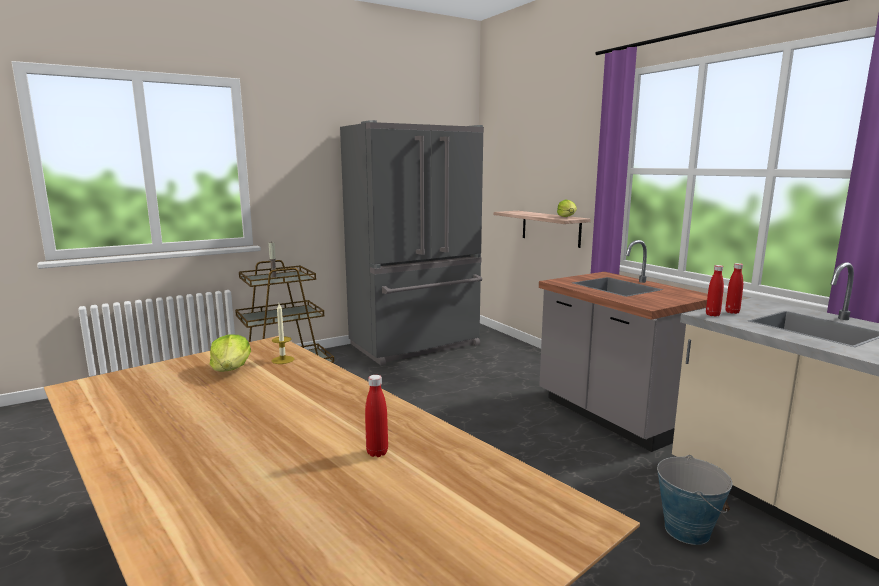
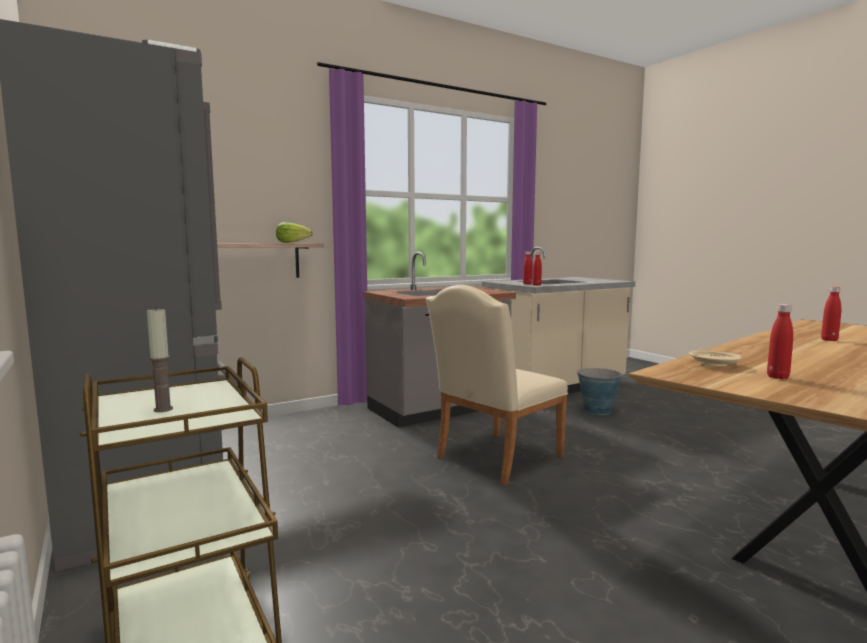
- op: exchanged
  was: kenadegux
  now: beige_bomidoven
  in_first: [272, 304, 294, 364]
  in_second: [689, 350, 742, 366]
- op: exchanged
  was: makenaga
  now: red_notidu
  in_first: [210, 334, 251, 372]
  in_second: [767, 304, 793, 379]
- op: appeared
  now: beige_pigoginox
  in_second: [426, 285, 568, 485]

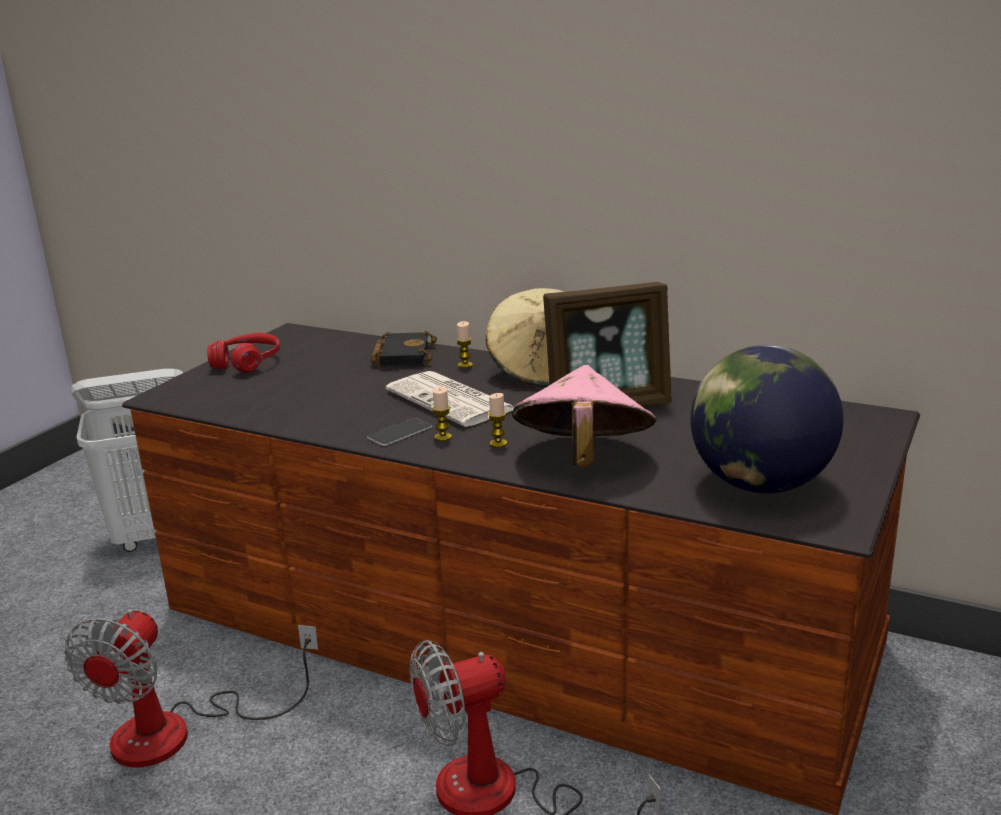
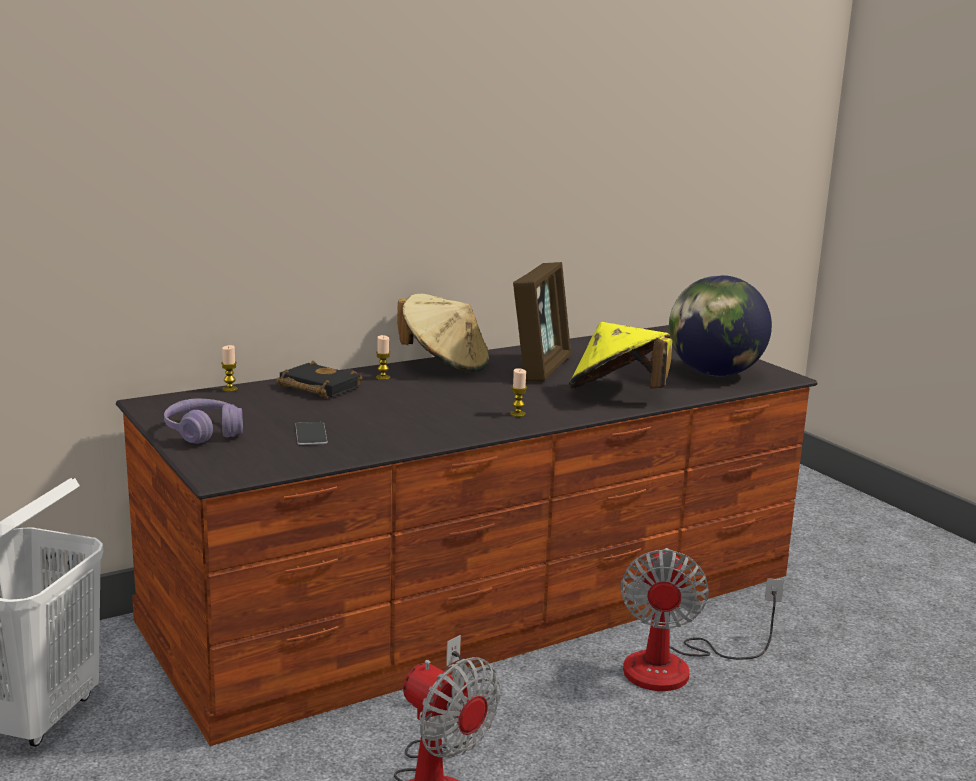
- op: colour
  was: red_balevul
  now: purple_balevul
  in_first: [207, 333, 280, 373]
  in_second: [164, 399, 243, 444]
- op: colour
  was: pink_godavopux
  now: yellow_godavopux
  in_first: [512, 365, 656, 467]
  in_second: [569, 322, 672, 389]
- op: missing
  was: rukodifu
  in_first: [386, 371, 514, 427]
- op: relocated
  was: kenadegux
  in_first: [488, 393, 507, 448]
  in_second: [221, 345, 238, 392]
- op: relocated
  was: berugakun
  in_first: [367, 418, 432, 446]
  in_second: [295, 422, 327, 445]

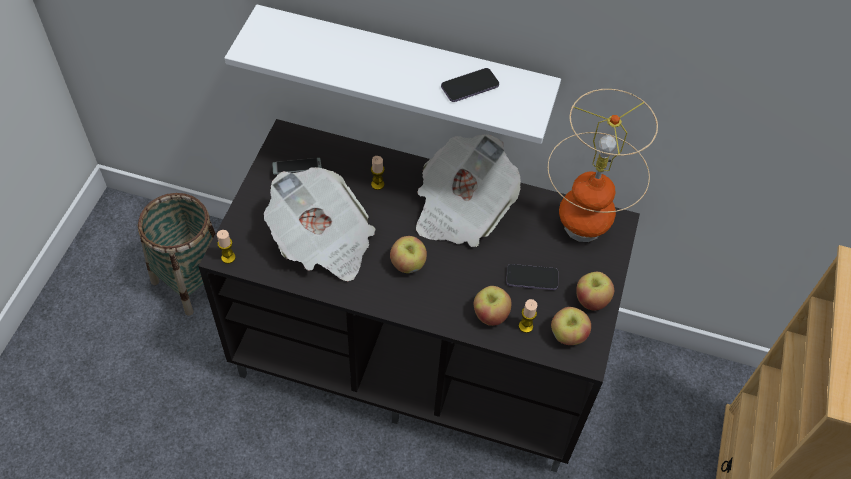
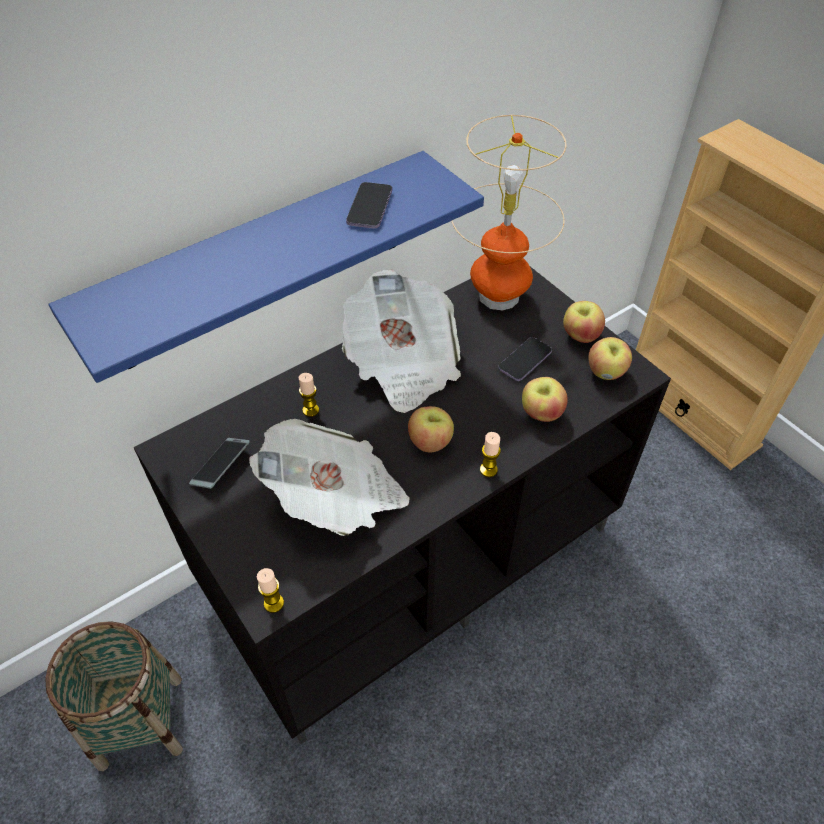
- op: colour
  was: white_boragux
  now: blue_boragux
  in_first: [225, 5, 561, 144]
  in_second: [49, 151, 484, 383]
- op: relocated
  was: kenadegux
  in_first: [519, 299, 537, 333]
  in_second: [480, 432, 501, 477]

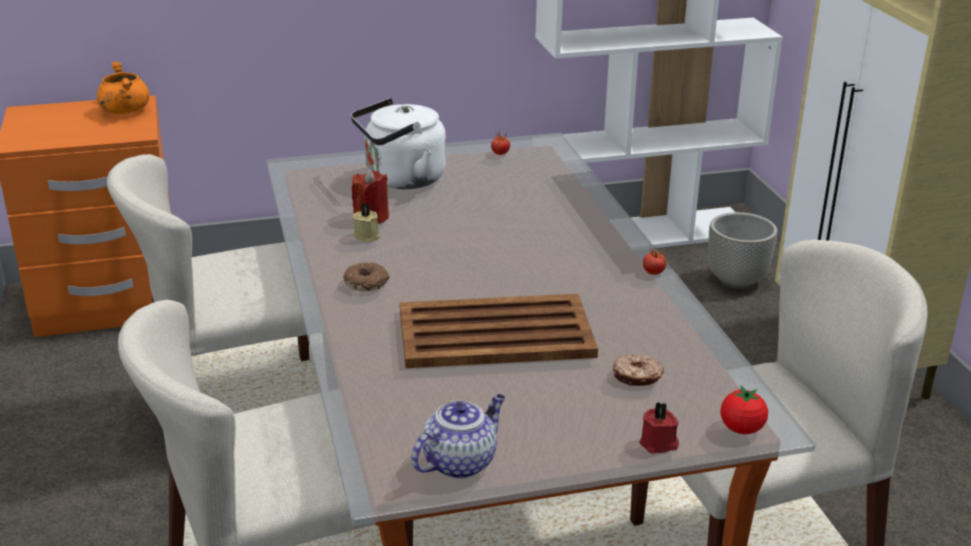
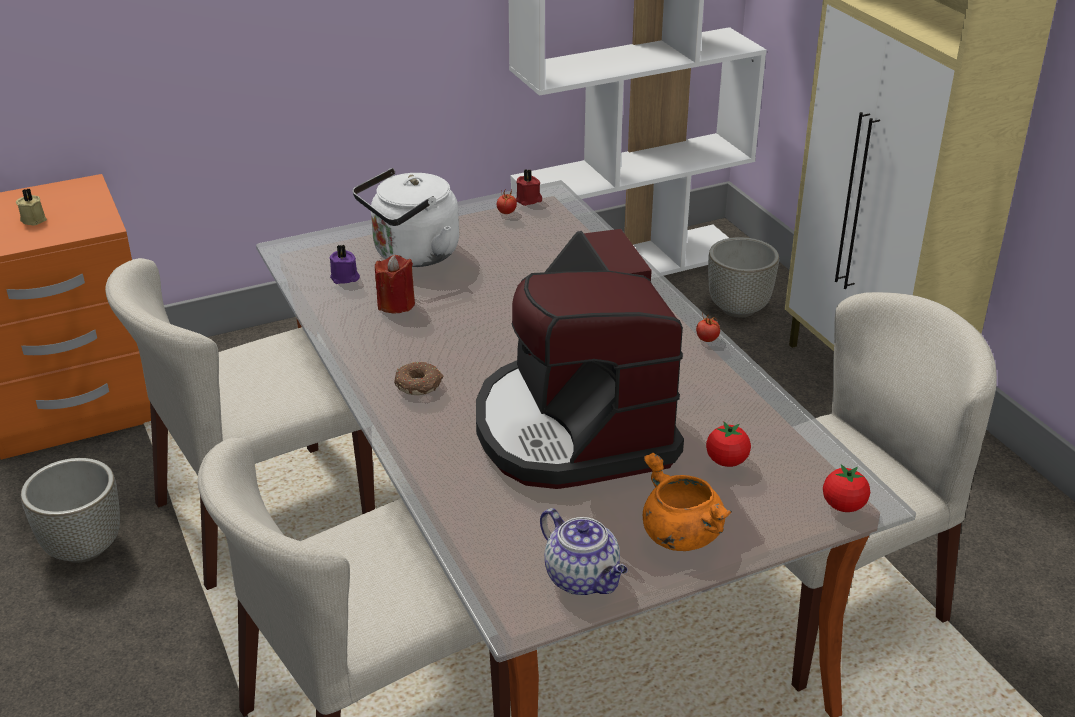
- op: relocated
  was: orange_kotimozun
  in_first: [97, 62, 150, 114]
  in_second: [643, 453, 732, 551]
- op: relocated
  was: beige_kenadegux
  in_first: [353, 203, 380, 242]
  in_second: [16, 189, 47, 226]
- op: exchanged
  was: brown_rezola
  now: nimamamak
  in_first: [400, 294, 598, 368]
  in_second: [476, 229, 684, 489]
- op: exchanged
  was: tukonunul
  now: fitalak
  in_first: [613, 354, 664, 386]
  in_second: [706, 421, 751, 467]
- op: spun
  was: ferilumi
  in_first: [411, 394, 505, 479]
  in_second: [540, 508, 628, 595]
  clockwise: 105
- op: relocated
  was: red_kenadegux
  in_first: [639, 402, 679, 454]
  in_second: [516, 169, 542, 206]
- op: appeared
  now: purple_kenadegux
  in_second: [329, 245, 360, 284]
- op: appeared
  now: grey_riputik
  in_second: [21, 458, 120, 563]

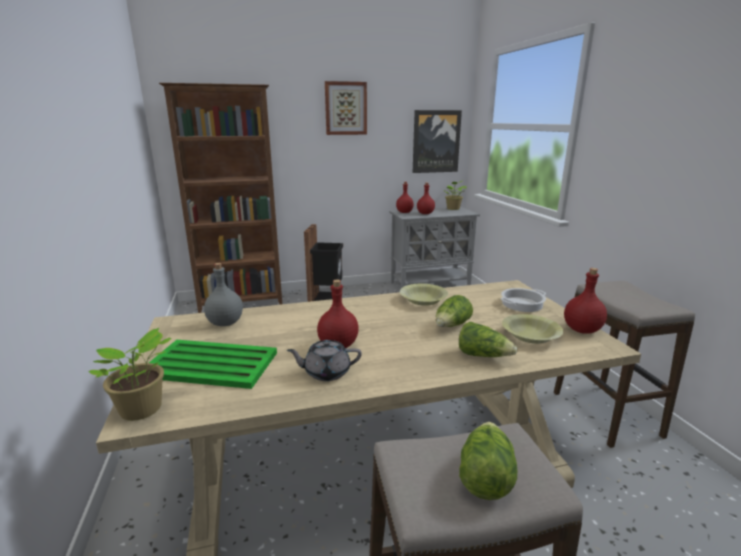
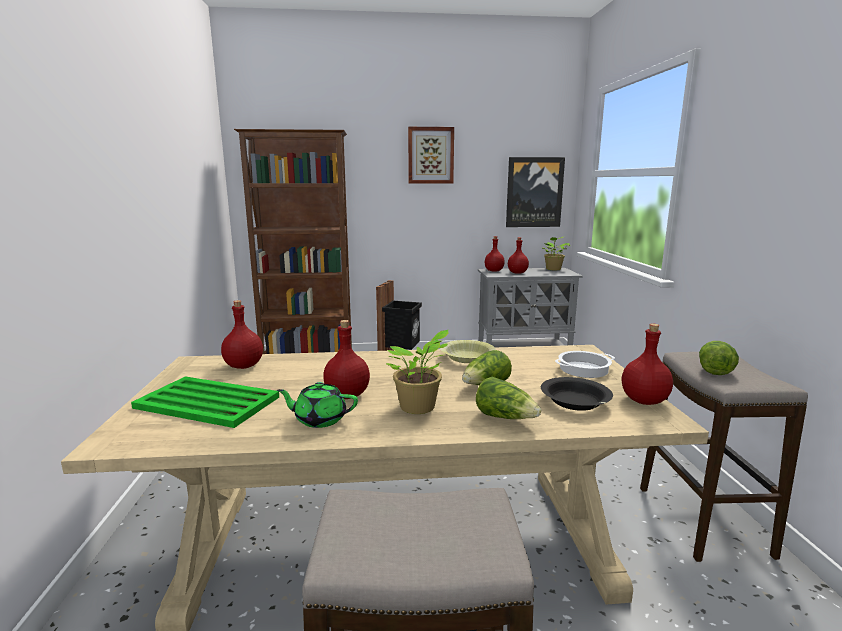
- op: colour
  was: grey_notidu
  now: red_notidu
  in_first: [204, 263, 243, 326]
  in_second: [221, 300, 263, 369]
- op: colour
  was: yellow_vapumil
  now: black_vapumil
  in_first: [502, 314, 563, 344]
  in_second: [541, 377, 613, 411]
- op: relocated
  was: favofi
  in_first: [88, 328, 172, 421]
  in_second: [386, 330, 449, 414]
- op: colour
  was: grey_ferilumi
  now: green_ferilumi
  in_first: [287, 340, 362, 381]
  in_second: [277, 382, 358, 428]
- op: relocated
  was: makenaga
  in_first: [459, 422, 517, 500]
  in_second: [699, 341, 739, 375]

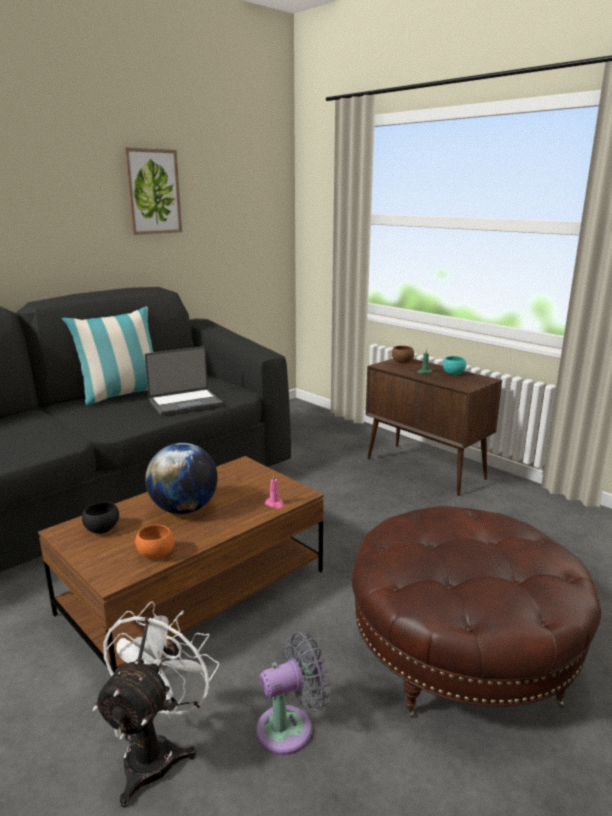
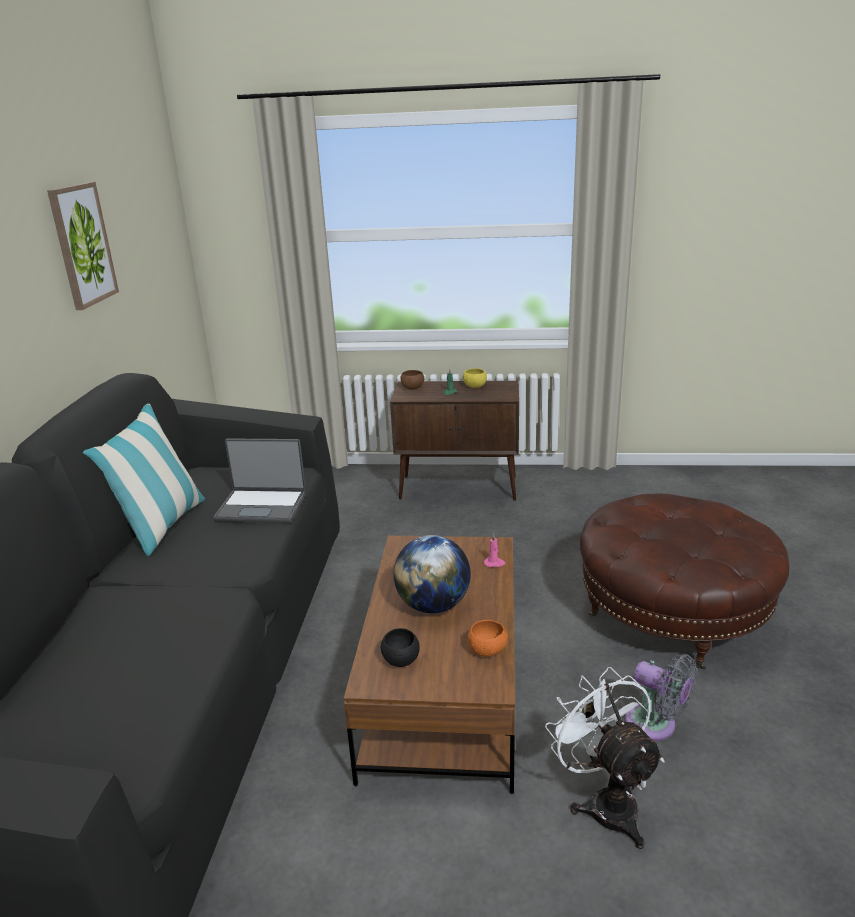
- op: spun
  was: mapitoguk
  in_first: [145, 346, 223, 416]
  in_second: [214, 438, 306, 523]
  clockwise: 75
- op: colour
  was: turquoise_vapumil
  now: yellow_vapumil
  in_first: [443, 356, 466, 375]
  in_second: [463, 368, 487, 388]
- op: spun
  was: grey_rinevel
  in_first: [256, 631, 330, 755]
  in_second: [625, 654, 697, 741]
  clockwise: 105

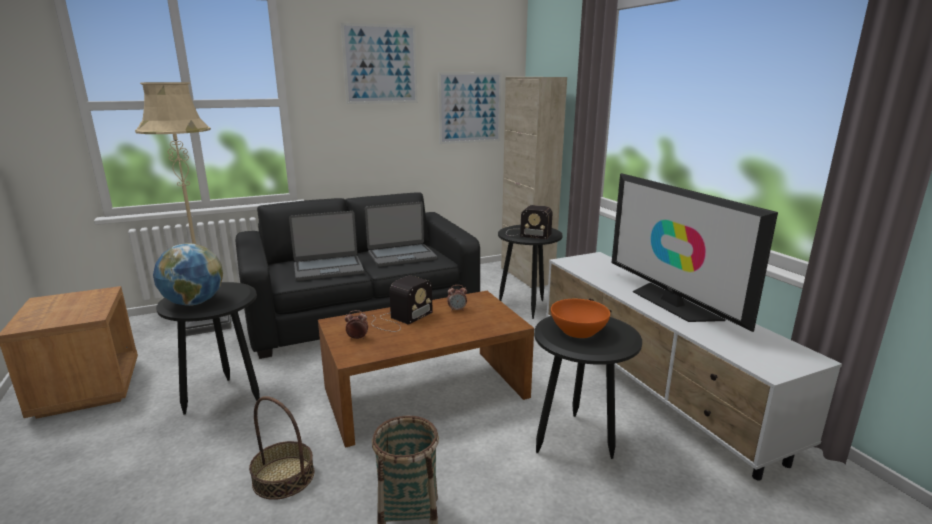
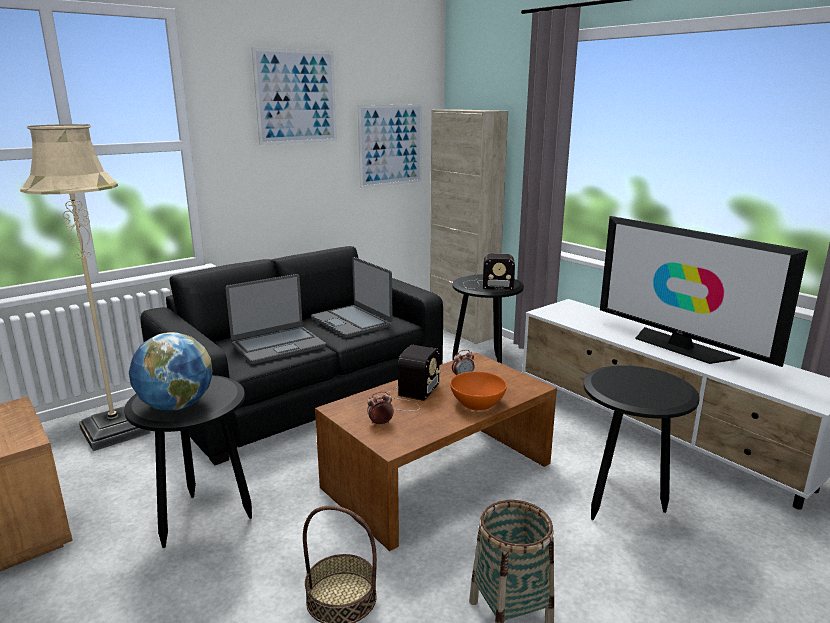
- op: spun
  was: mapitoguk
  in_first: [365, 202, 437, 267]
  in_second: [311, 257, 393, 338]
  clockwise: 90
- op: relocated
  was: orange_vapumil
  in_first: [551, 299, 610, 338]
  in_second: [450, 371, 507, 411]

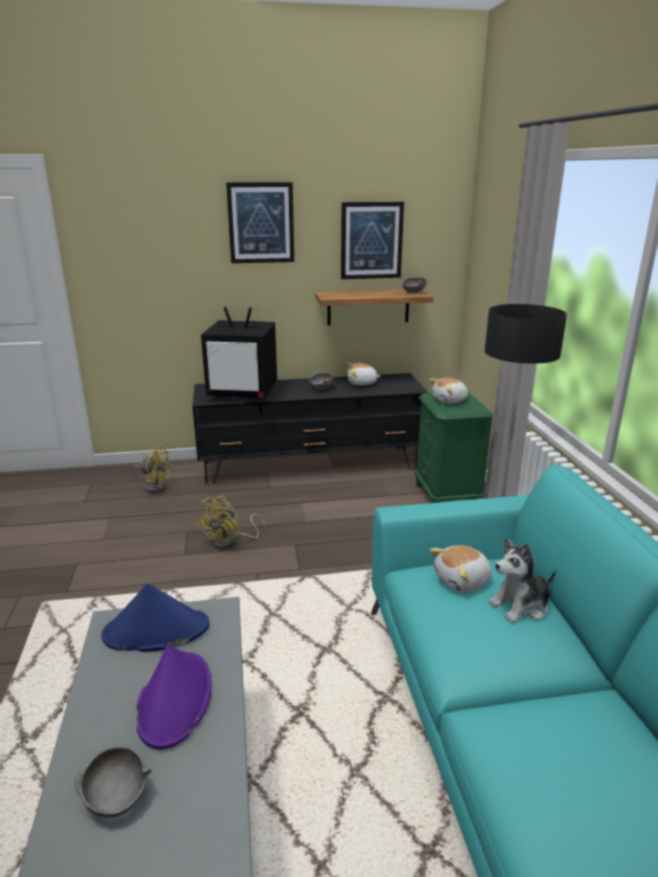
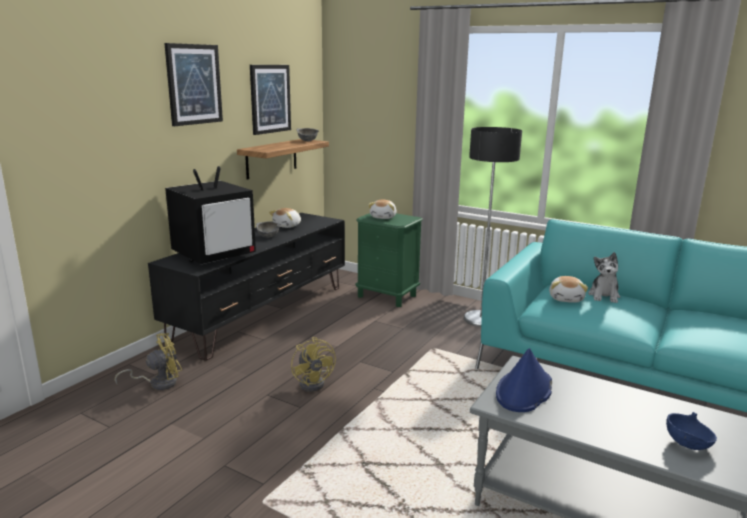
- op: missing
  was: purple_godavopux
  in_first: [136, 645, 211, 749]
- op: colour
  was: grey_vapumil
  now: blue_vapumil
  in_first: [75, 746, 152, 818]
  in_second: [666, 412, 717, 450]

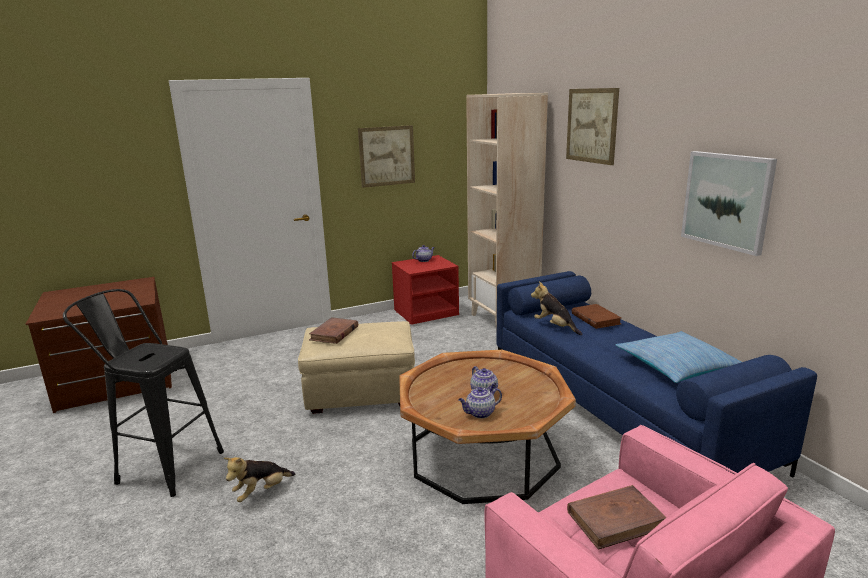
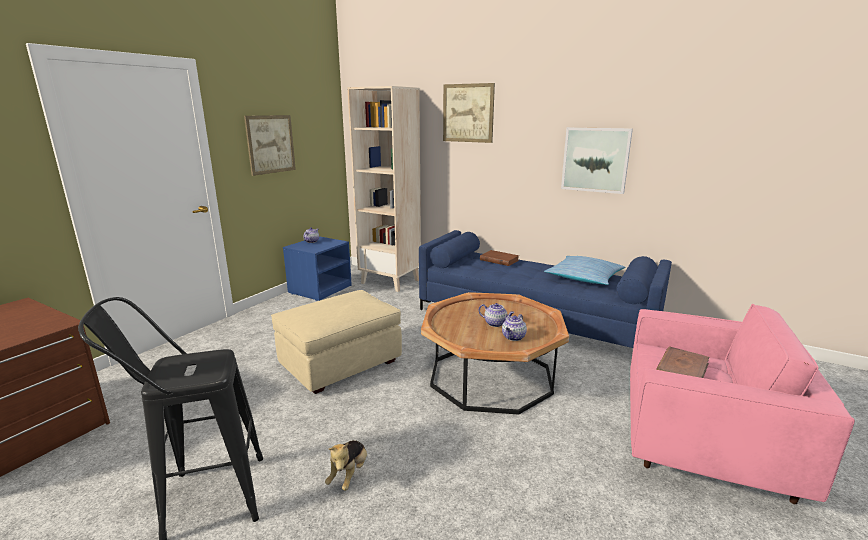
- op: colour
  was: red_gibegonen
  now: blue_gibegonen
  in_first: [392, 255, 459, 325]
  in_second: [283, 236, 352, 301]
- op: missing
  was: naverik
  in_first: [531, 282, 582, 335]
- op: missing
  was: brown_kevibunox
  in_first: [309, 317, 358, 344]

